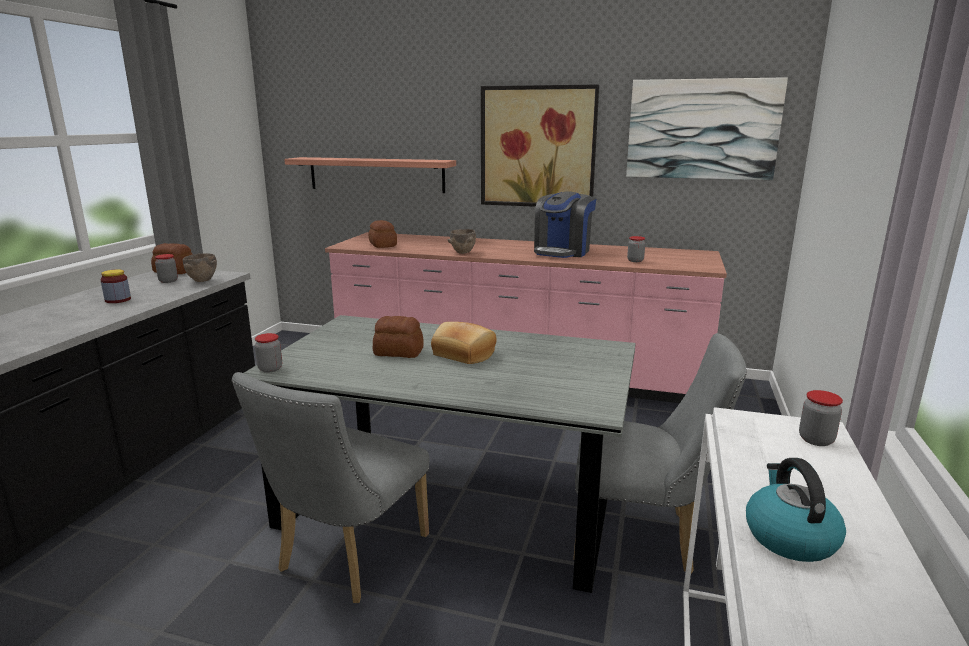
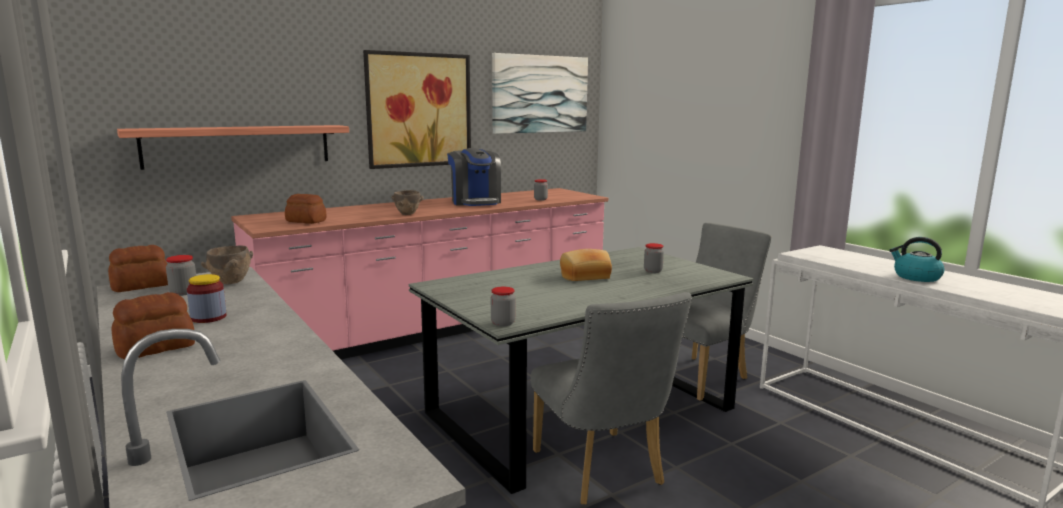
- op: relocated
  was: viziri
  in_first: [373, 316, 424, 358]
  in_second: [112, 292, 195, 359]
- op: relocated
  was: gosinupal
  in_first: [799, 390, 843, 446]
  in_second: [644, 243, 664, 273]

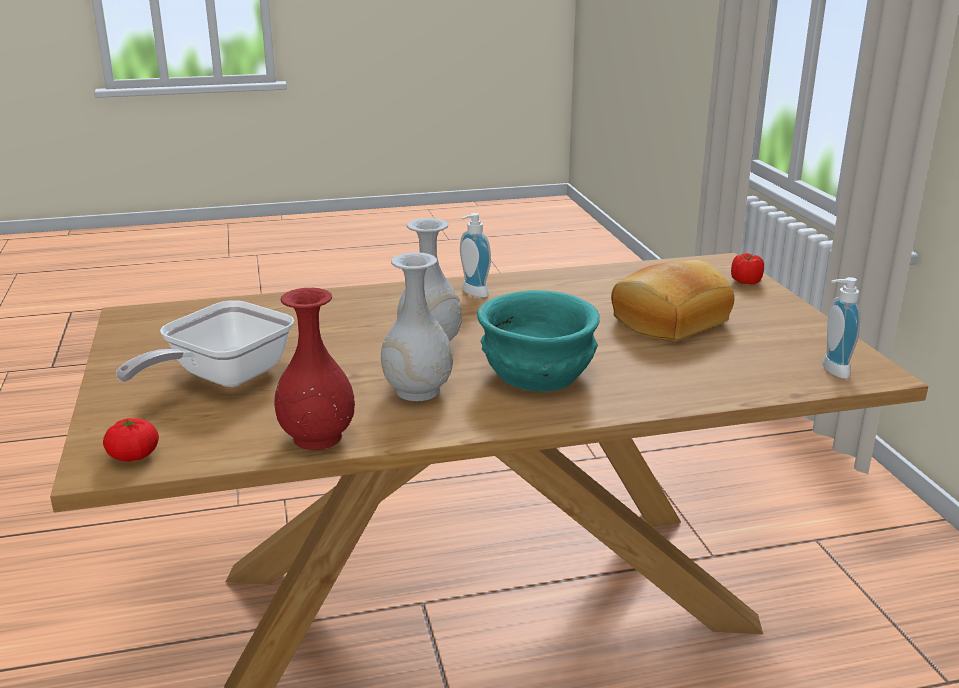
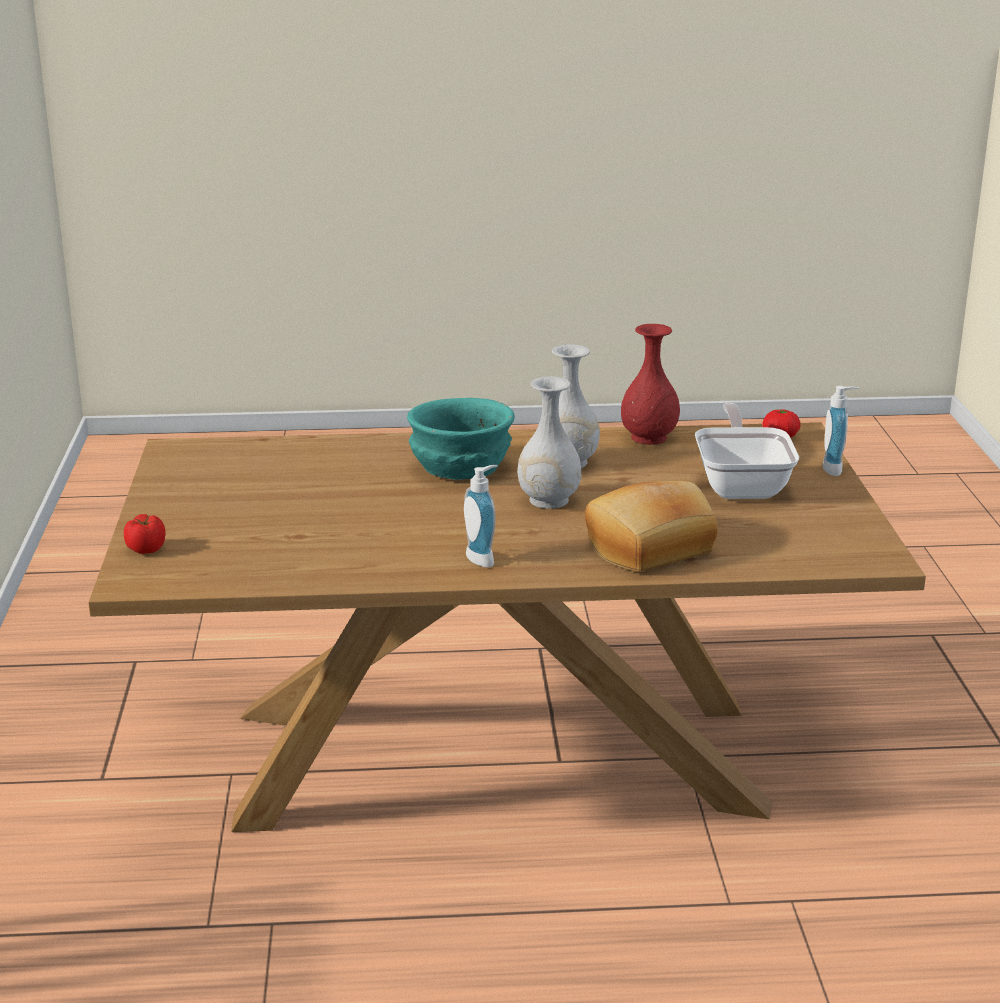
- op: relocated
  was: viziri
  in_first: [611, 260, 734, 341]
  in_second: [585, 481, 718, 572]
- op: relocated
  was: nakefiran
  in_first: [822, 277, 861, 379]
  in_second: [823, 386, 859, 476]
- op: spun
  was: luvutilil
  in_first: [116, 300, 294, 387]
  in_second: [695, 403, 799, 499]
  clockwise: -45

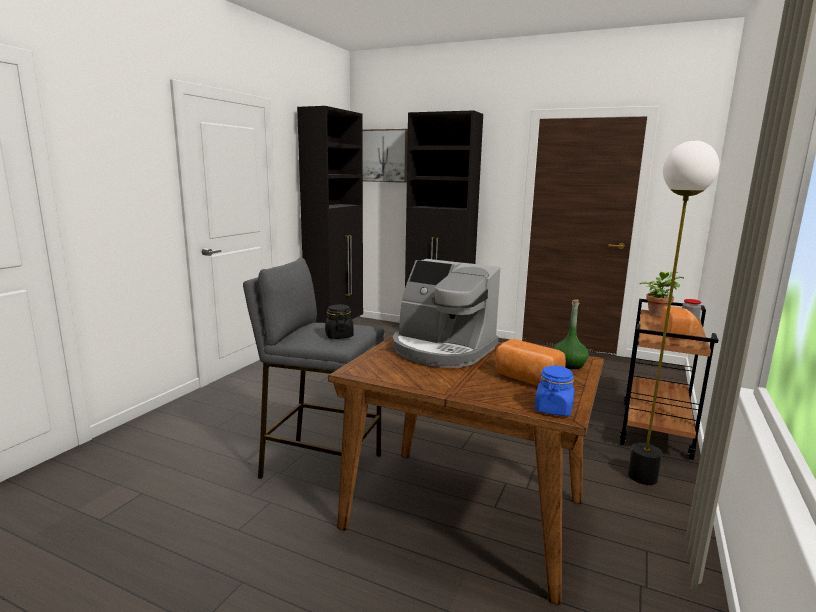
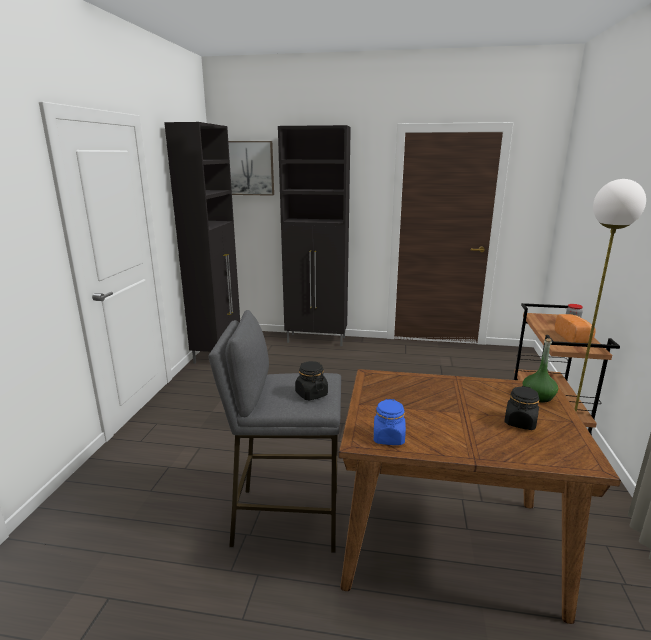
- op: missing
  was: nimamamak
  in_first: [392, 259, 500, 368]
- op: missing
  was: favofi
  in_first: [639, 271, 684, 316]
- op: exchanged
  was: viziri
  now: black_gosinupal
  in_first: [496, 339, 566, 385]
  in_second: [504, 386, 539, 430]
- op: relocated
  was: blue_gosinupal
  in_first: [535, 365, 575, 416]
  in_second: [374, 399, 406, 445]

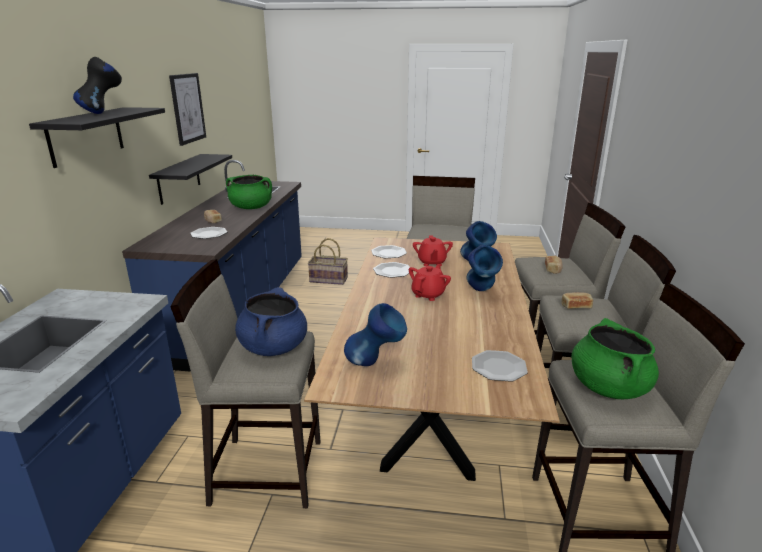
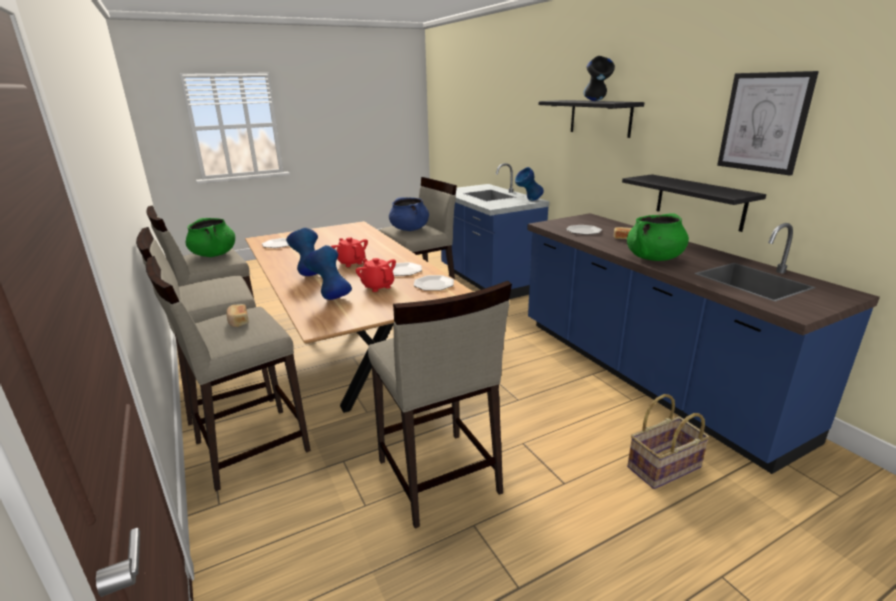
- op: spun
  was: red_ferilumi
  in_first: [409, 264, 451, 301]
  in_second: [331, 237, 368, 267]
  clockwise: 150
- op: missing
  was: viziri
  in_first: [562, 292, 593, 309]
- op: relocated
  was: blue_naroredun
  in_first: [344, 303, 407, 366]
  in_second: [515, 167, 544, 201]

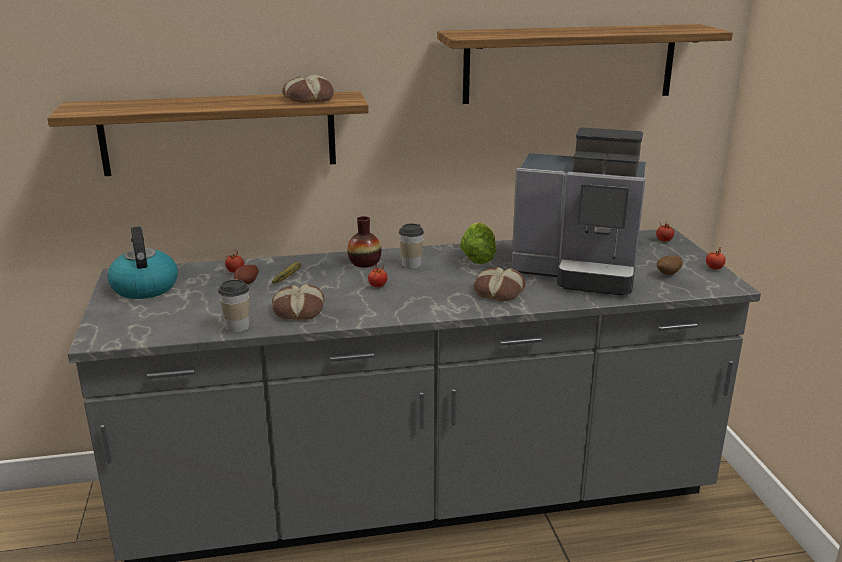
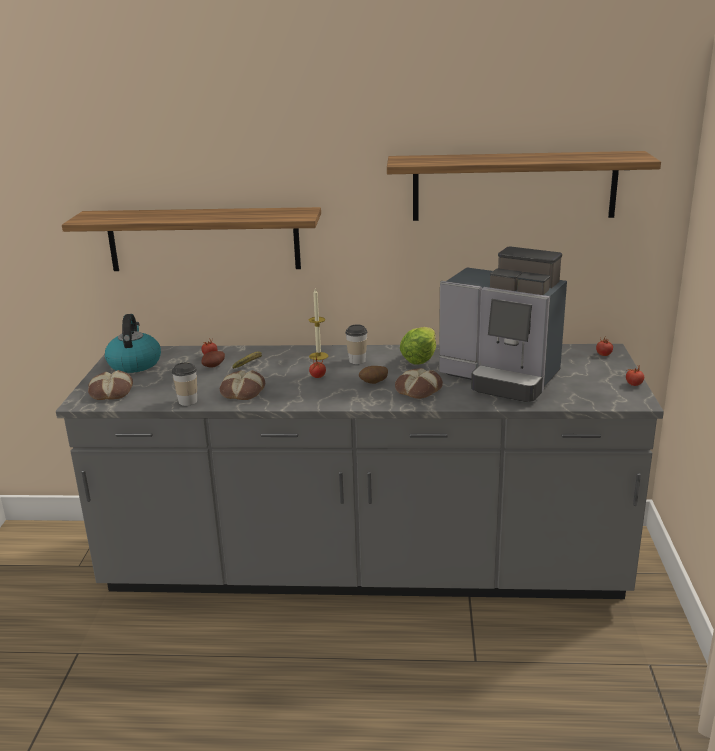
- op: relocated
  was: viziri
  in_first: [282, 74, 334, 103]
  in_second: [88, 370, 133, 400]
- op: exchanged
  was: naroredun
  now: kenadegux
  in_first: [347, 216, 382, 267]
  in_second: [309, 288, 328, 360]
- op: relocated
  was: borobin
  in_first: [657, 255, 683, 275]
  in_second: [359, 366, 388, 384]

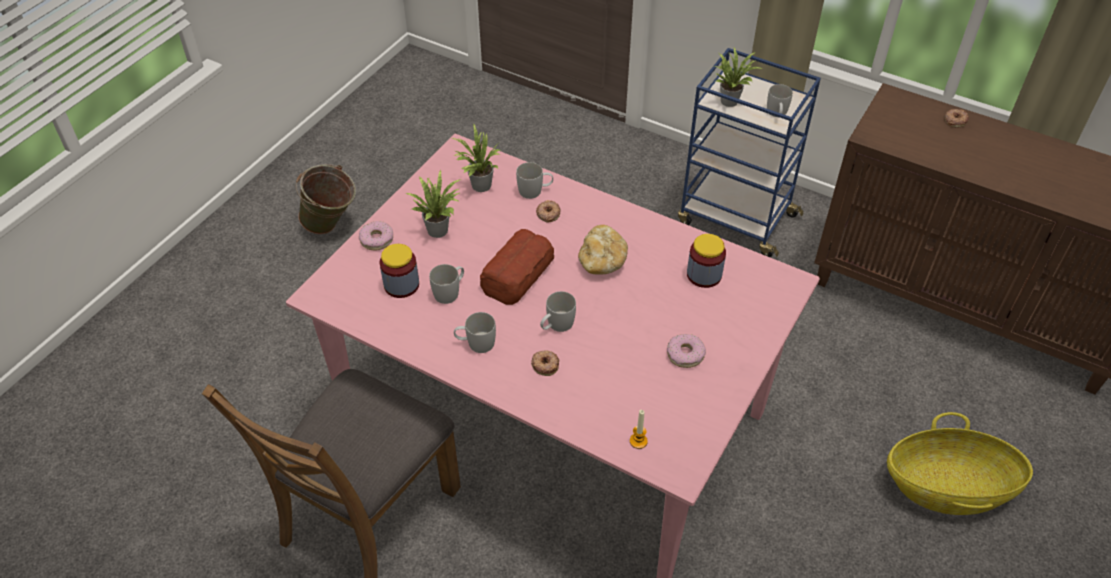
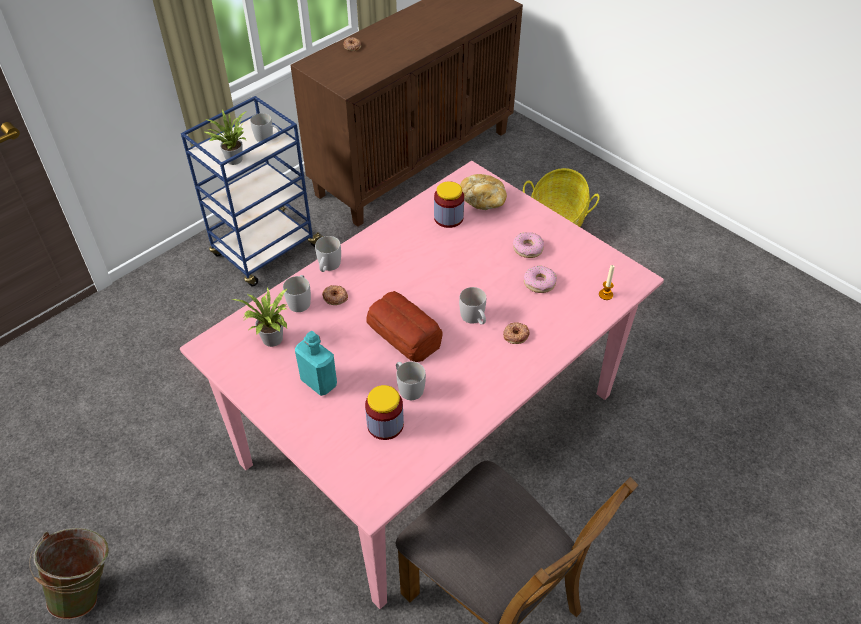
- op: exchanged
  was: favofi
  now: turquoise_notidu
  in_first: [405, 170, 461, 238]
  in_second: [295, 331, 337, 396]
- op: relocated
  was: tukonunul
  in_first: [359, 221, 393, 250]
  in_second: [524, 266, 557, 293]
- op: relocated
  was: viziri
  in_first: [578, 225, 628, 274]
  in_second: [460, 174, 507, 210]
- op: relocated
  was: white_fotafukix
  in_first: [454, 312, 496, 353]
  in_second: [315, 236, 341, 272]

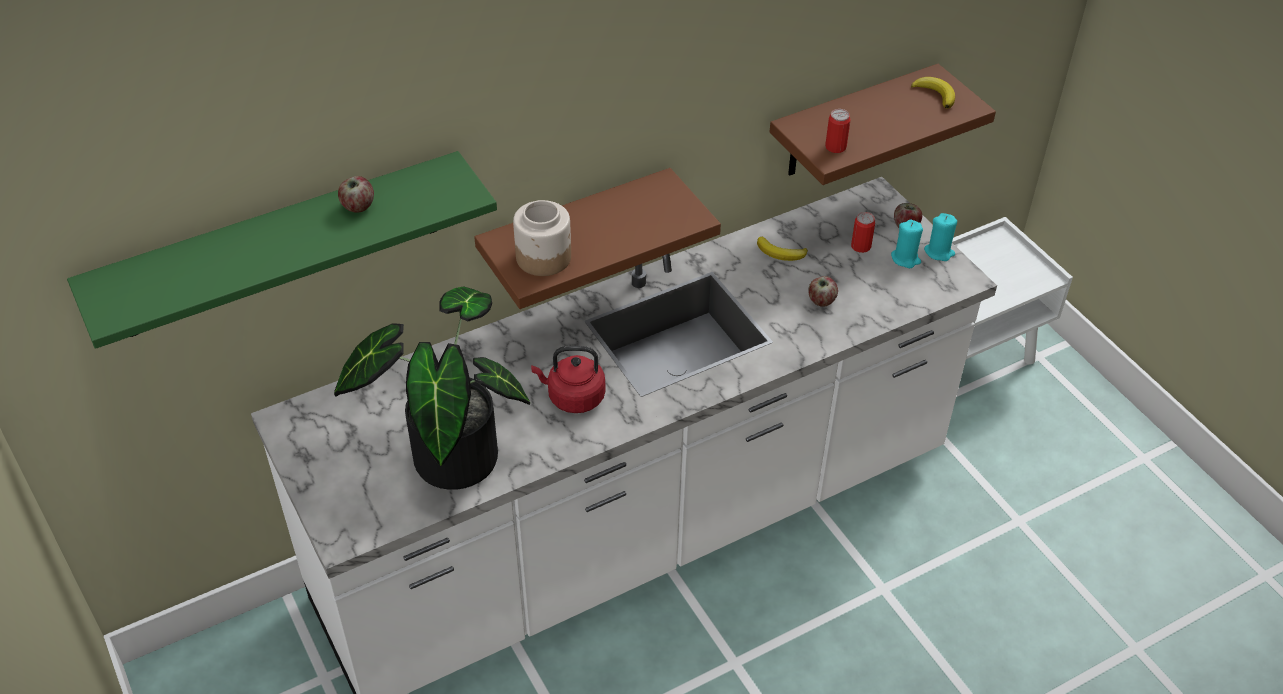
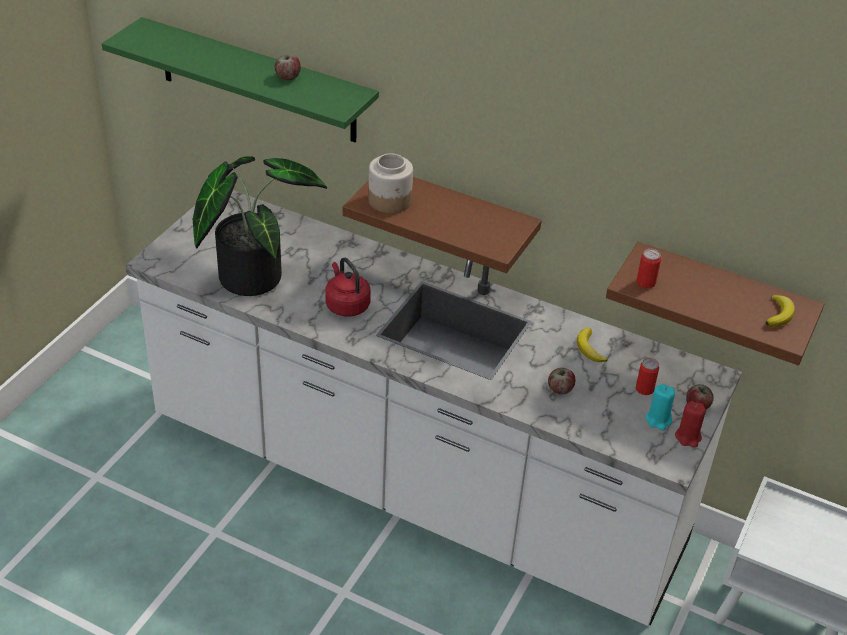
- op: colour
  was: turquoise_kenadegux
  now: red_kenadegux
  in_first: [924, 213, 957, 261]
  in_second: [675, 401, 706, 448]

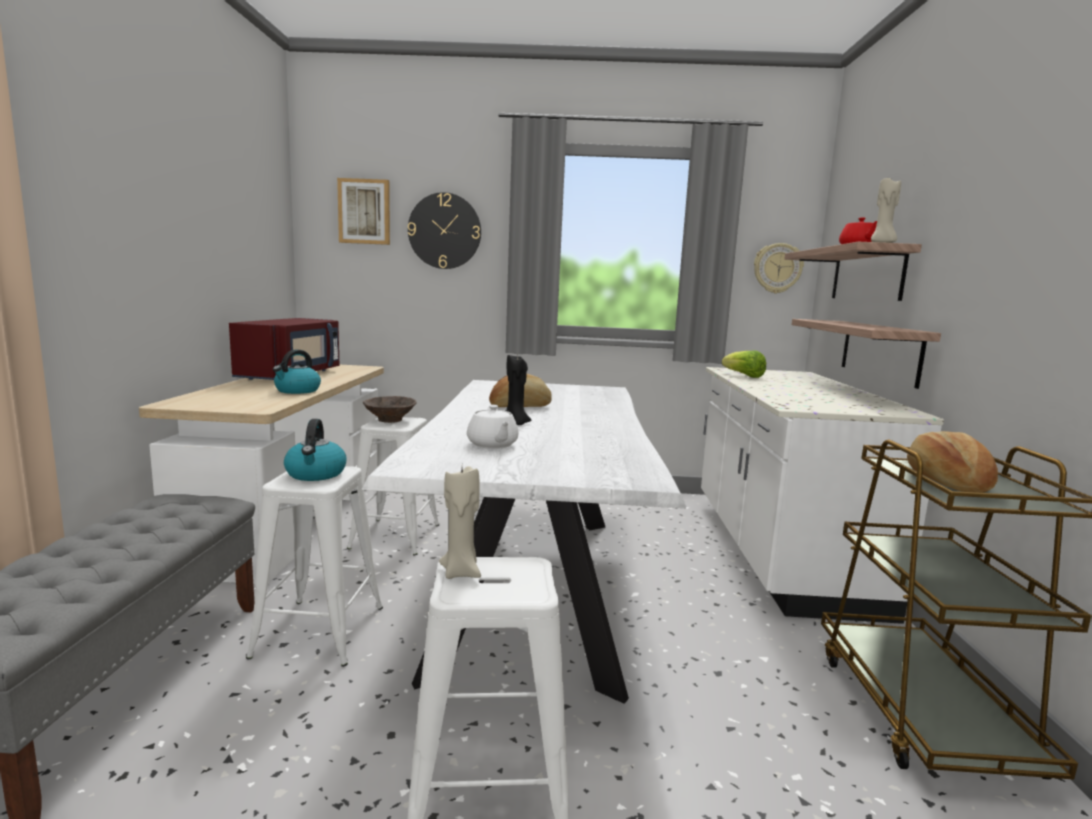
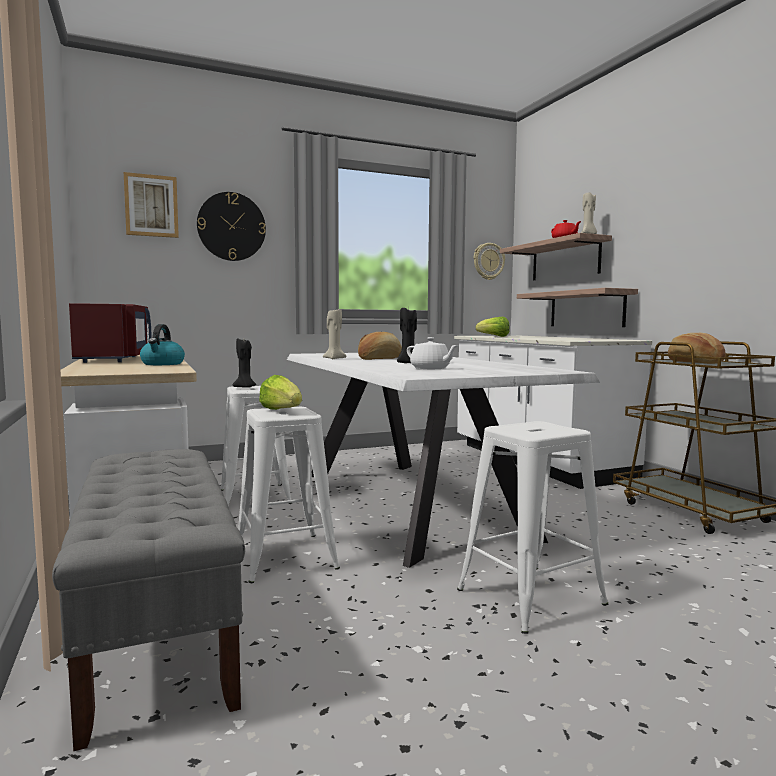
- op: exchanged
  was: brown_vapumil
  now: black_kenadegux
  in_first: [363, 396, 417, 423]
  in_second: [233, 338, 256, 388]
- op: exchanged
  was: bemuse
  now: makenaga
  in_first: [284, 419, 347, 481]
  in_second: [259, 375, 302, 410]
- op: relocated
  was: beige_kenadegux
  in_first: [439, 466, 481, 579]
  in_second: [323, 309, 346, 359]

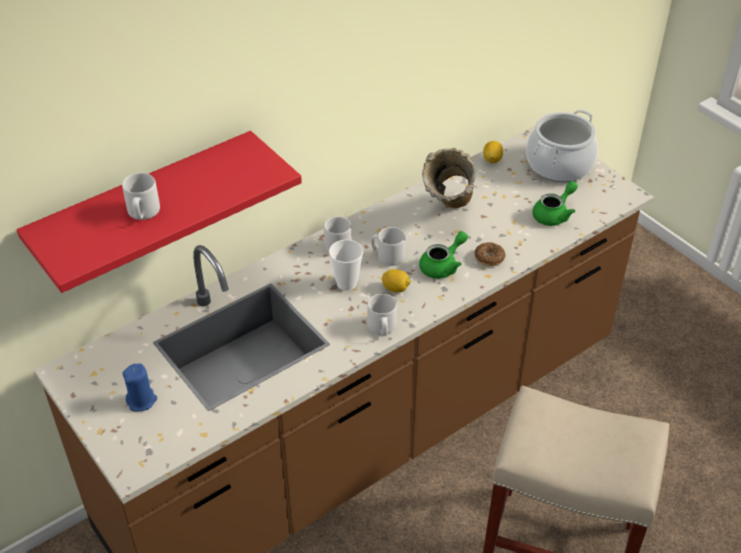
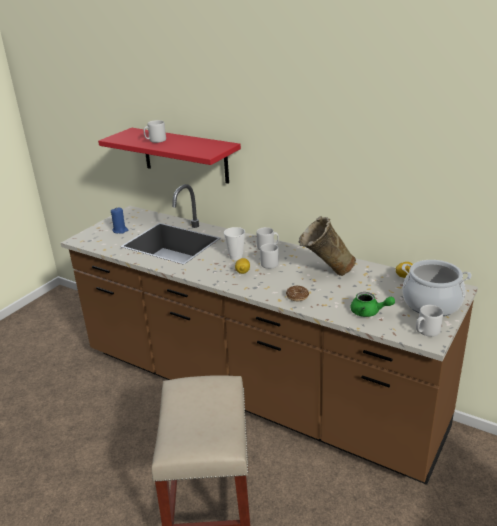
- op: missing
  was: green_ferilumi
  in_first: [419, 231, 468, 279]
- op: relocated
  was: grey_fotafukix
  in_first: [368, 294, 397, 336]
  in_second: [416, 305, 443, 337]

